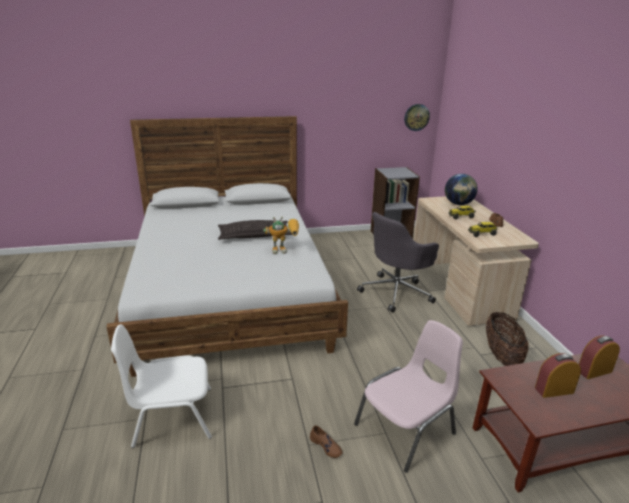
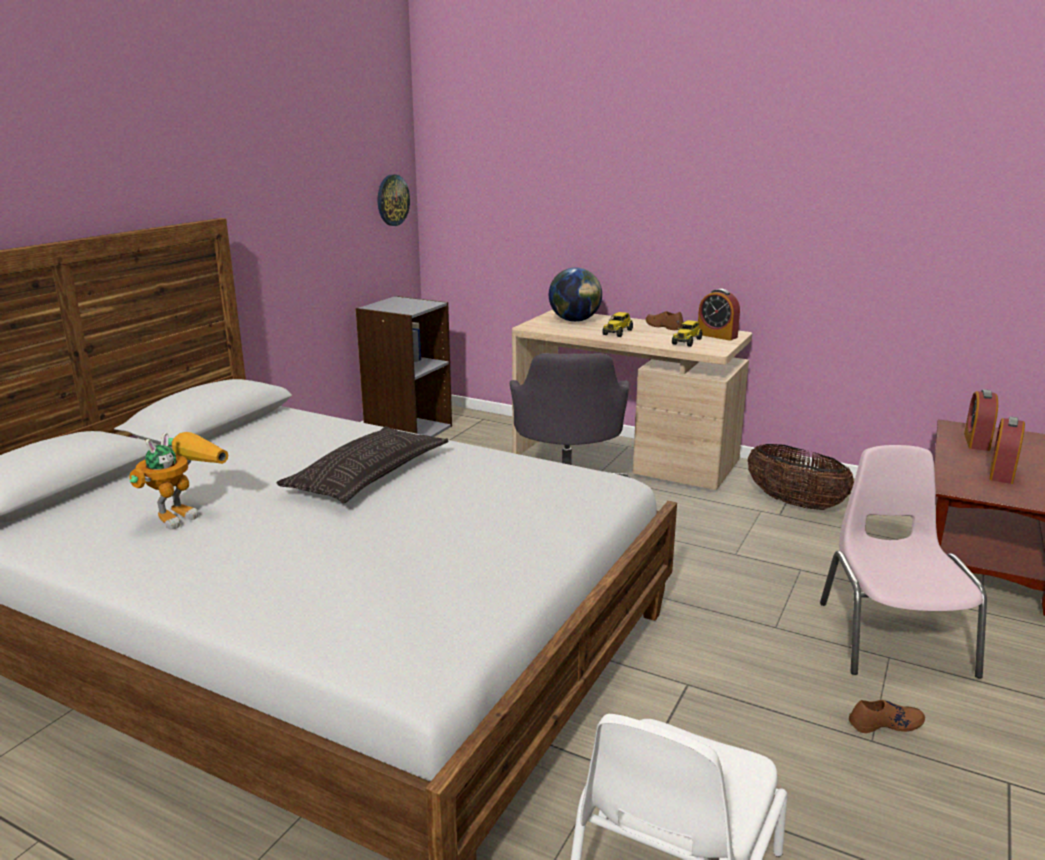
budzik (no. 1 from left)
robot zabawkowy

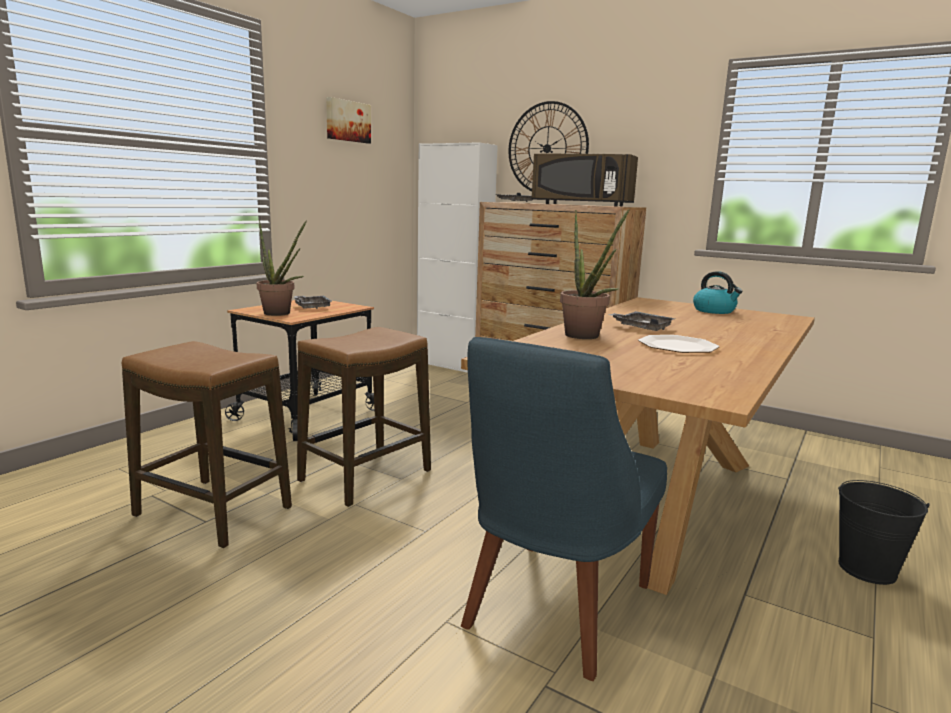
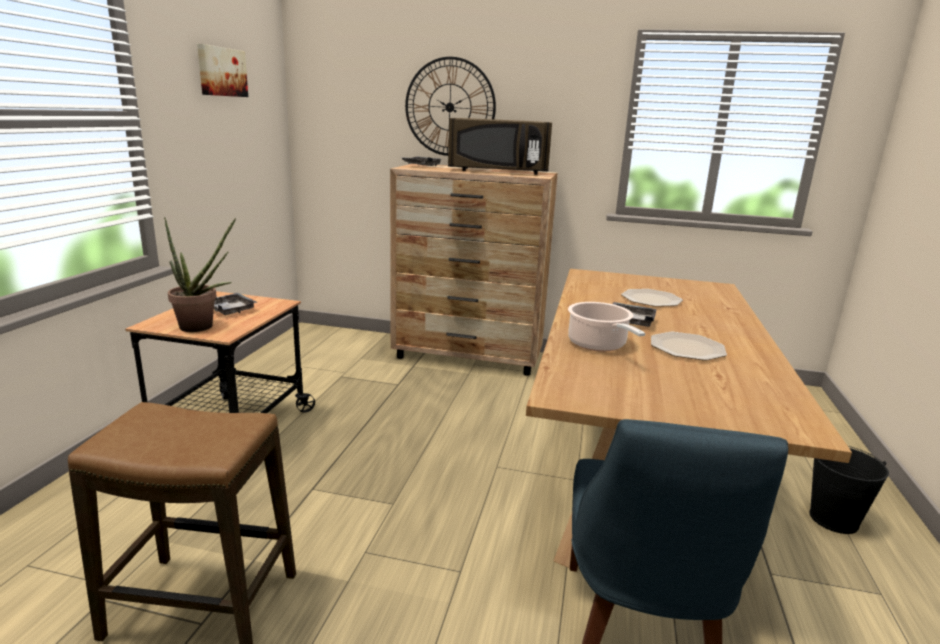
stołek (no. 2 from left in the first image)
szafka (biały)
czajnik
talerz (no. 1 from left)
garnek

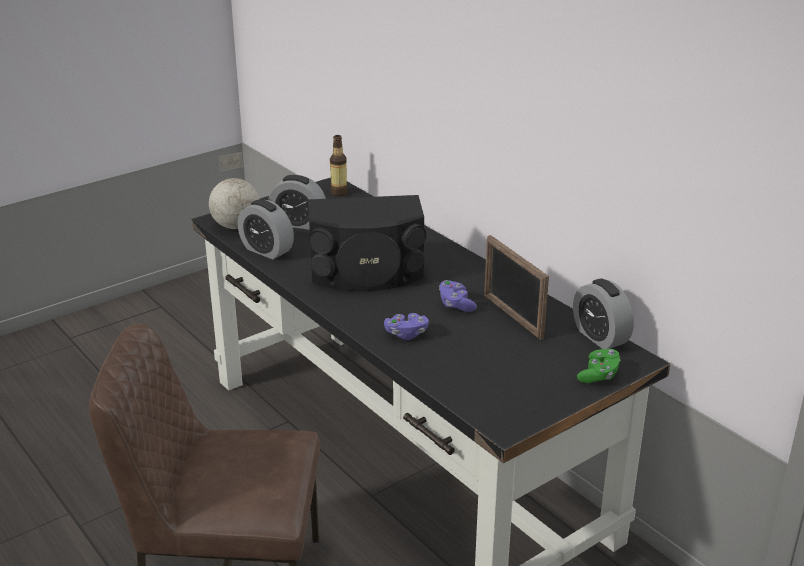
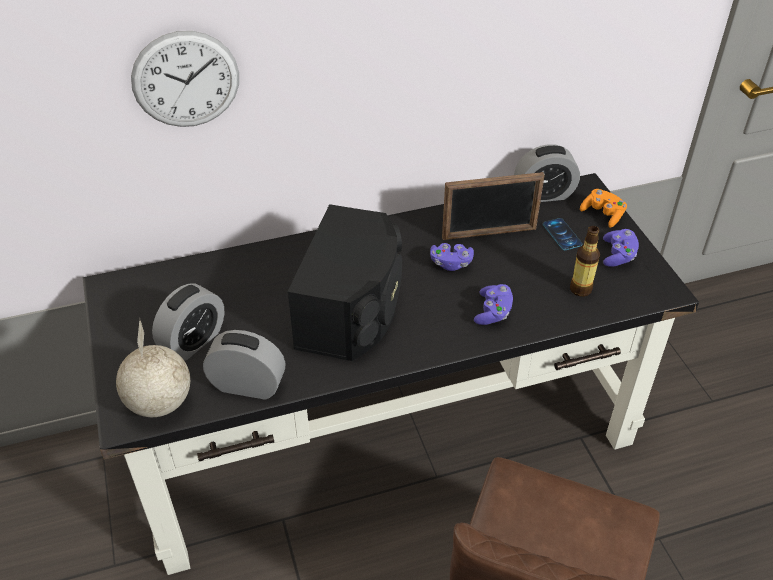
zegar ścienny
telefon
pad do gier (fioletowy) (no. 3 from left)
butelka
pad do gier (pomarańczowy)
budzik (no. 2 from left)

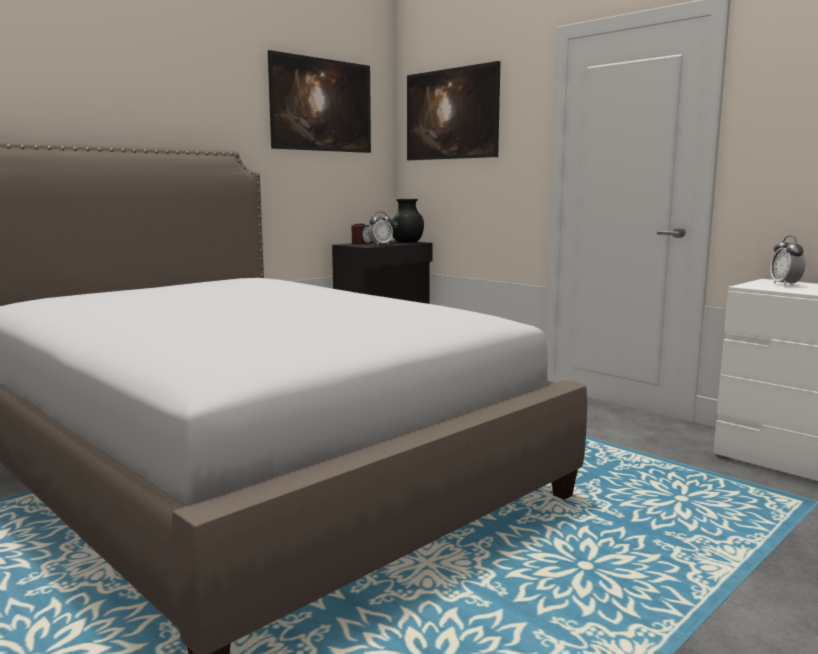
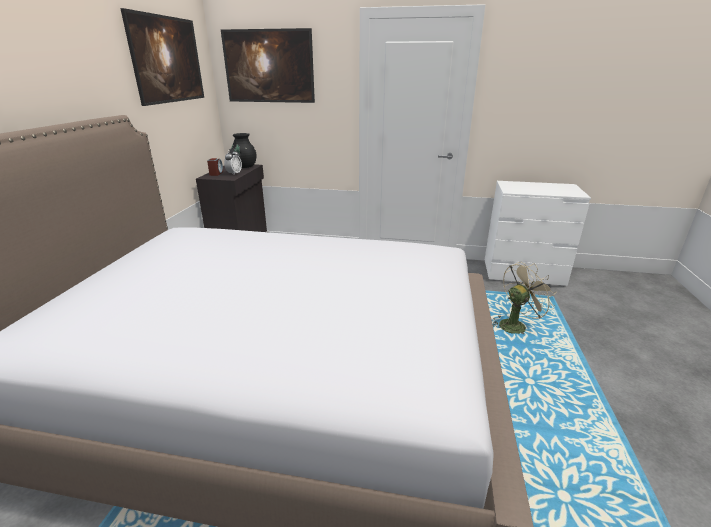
budzik (no. 3 from left in the first image)
wentylator (beżowy)

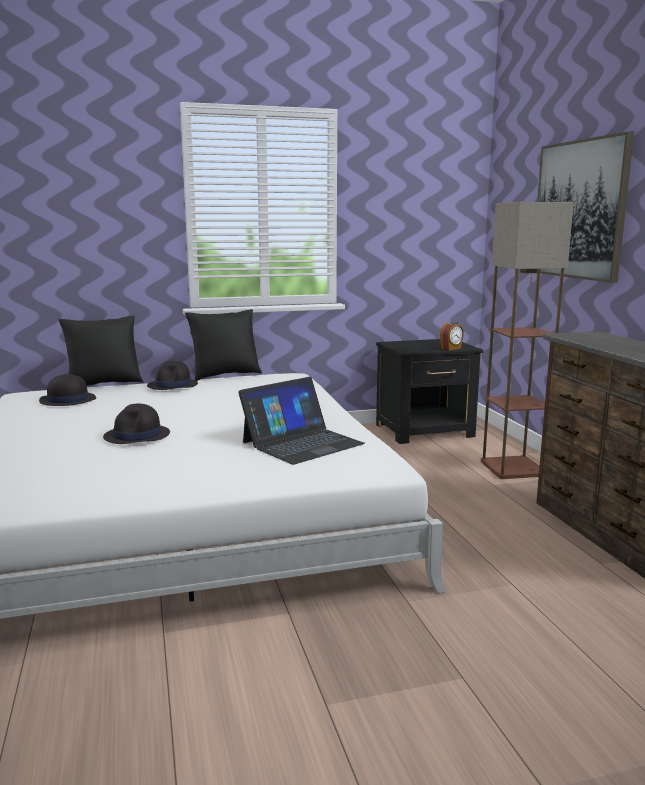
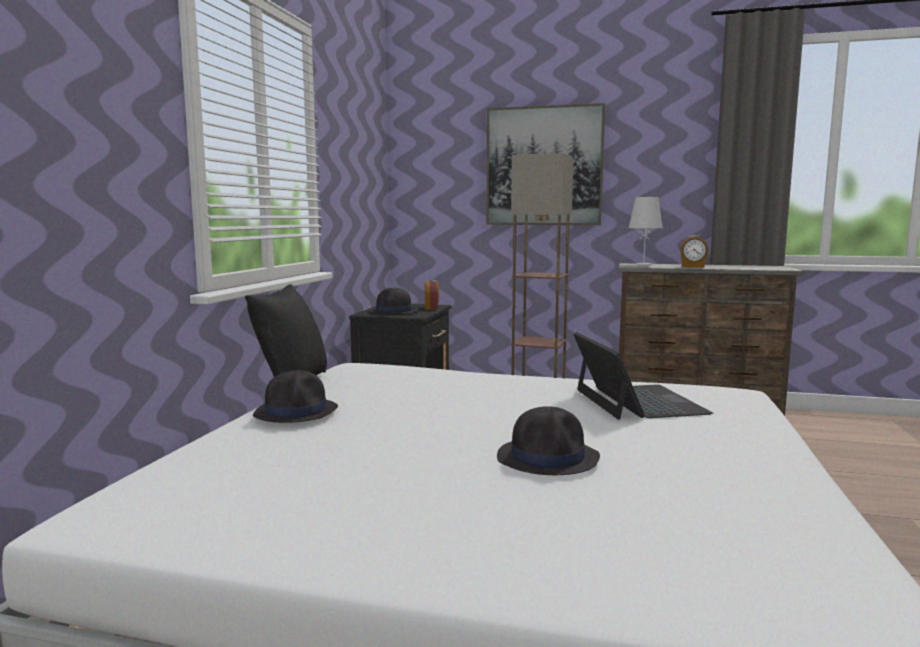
poduszka (czarny) (no. 1 from left in the first image)
lampa stołowa (biały)
budzik (no. 2 from left)
kapelusz (czarny) (no. 2 from left)

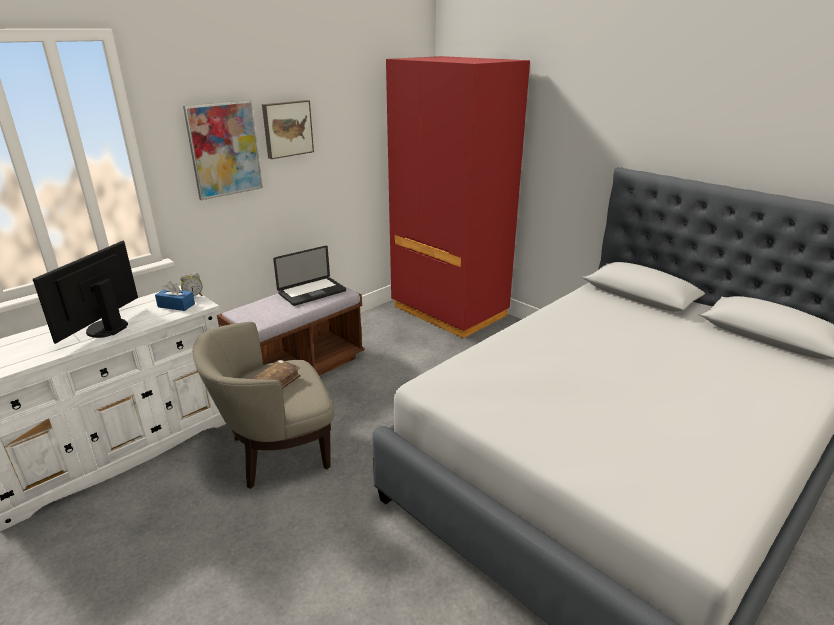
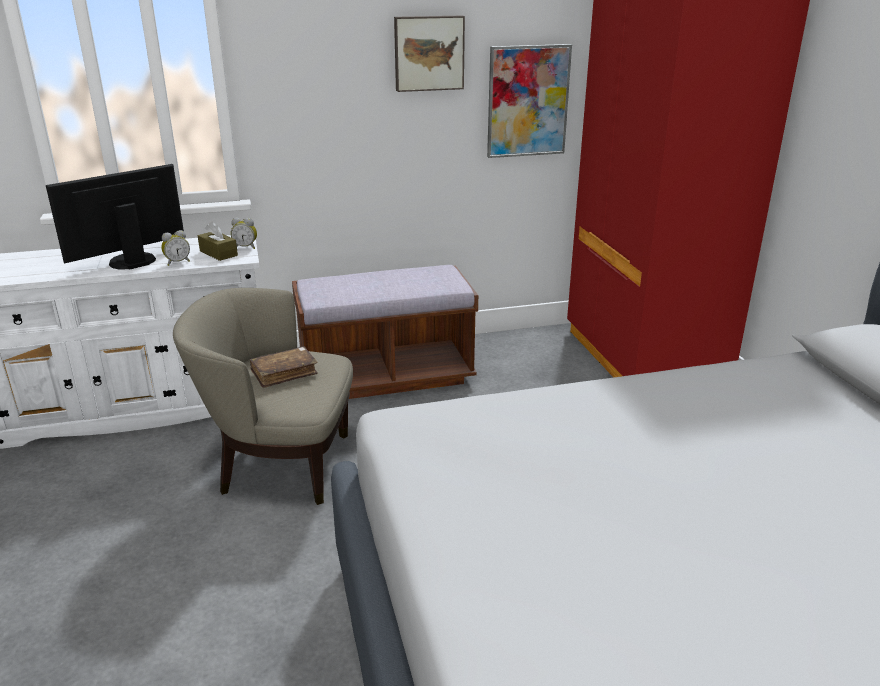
laptop
budzik (no. 1 from left)
obraz (no. 2 from left)
pudełko chusteczek (brązowy)

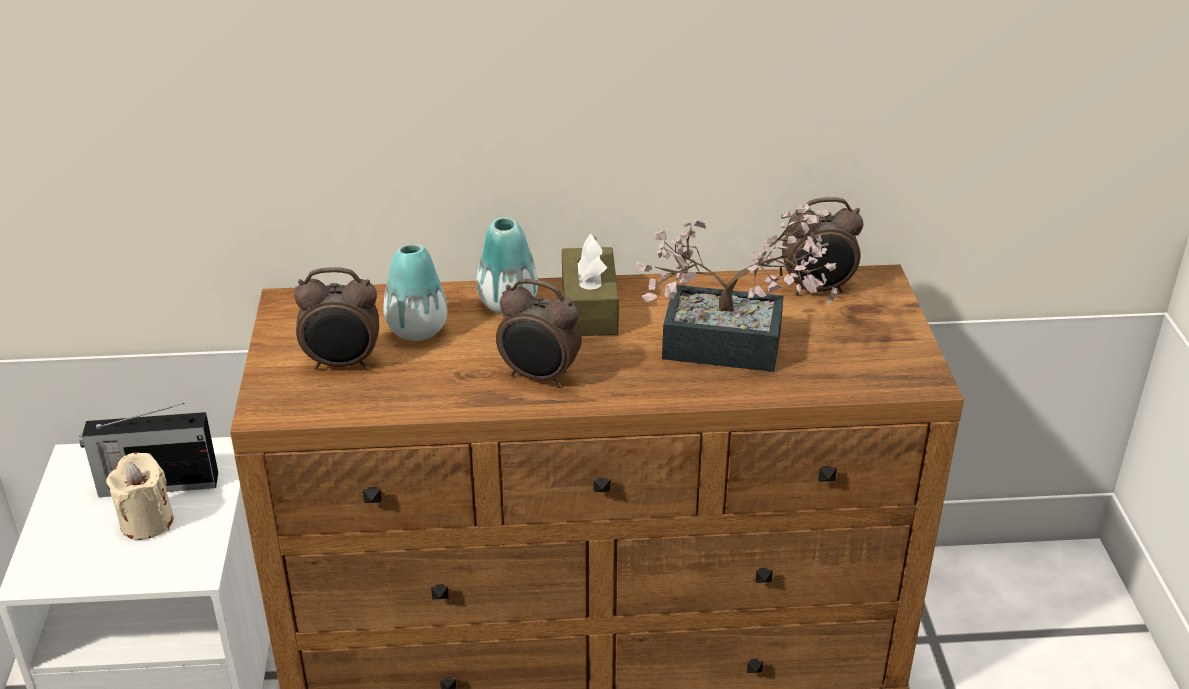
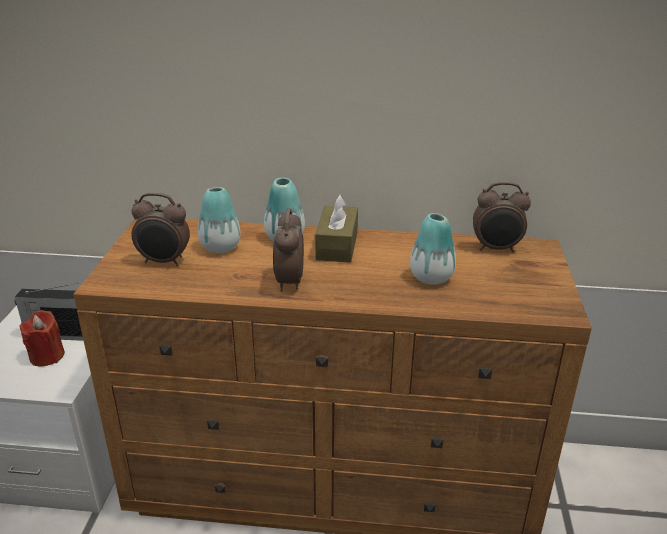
wazon (no. 3 from left)
świeca (czerwony)
budzik (no. 2 from left)

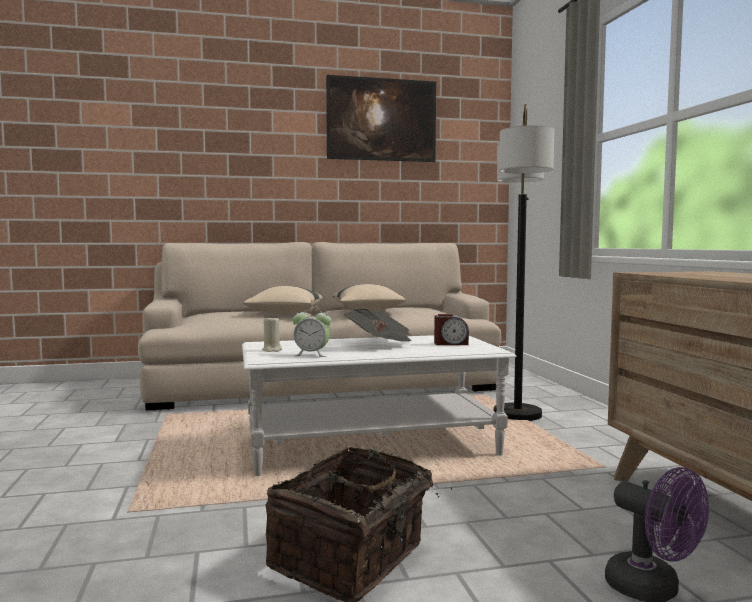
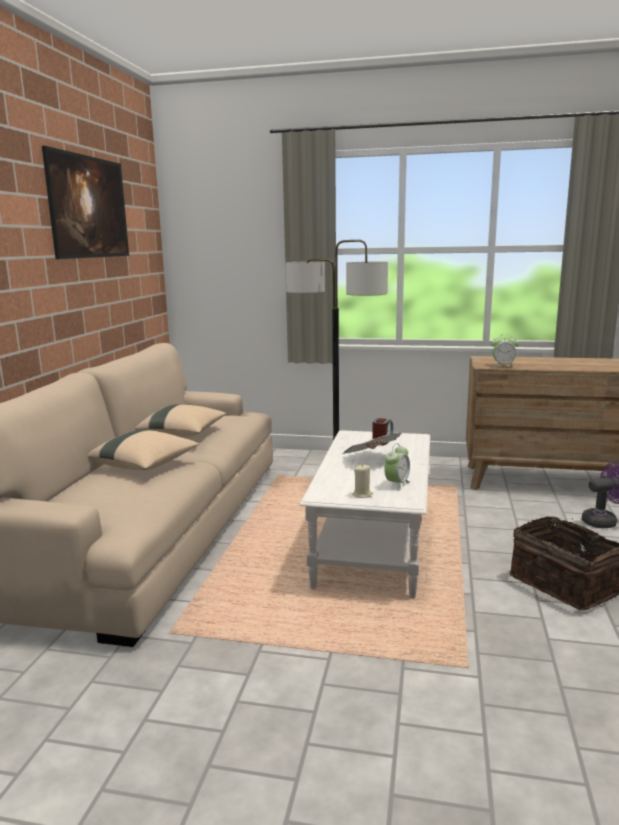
budzik (no. 3 from left)

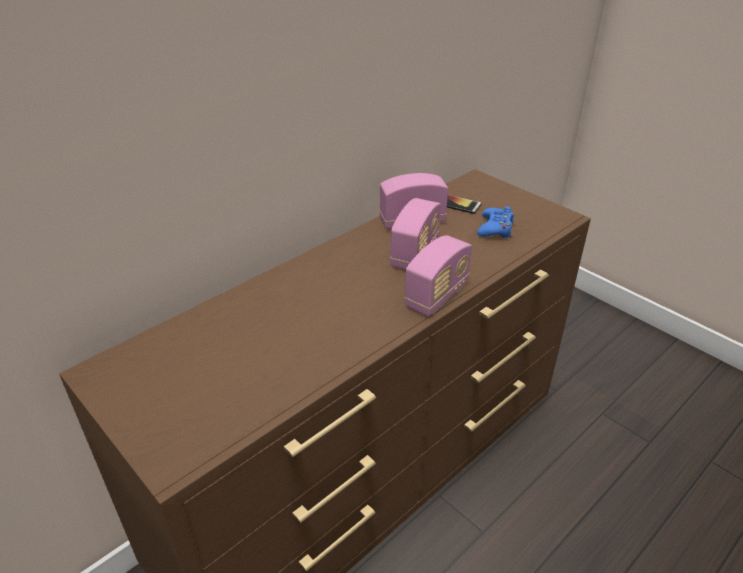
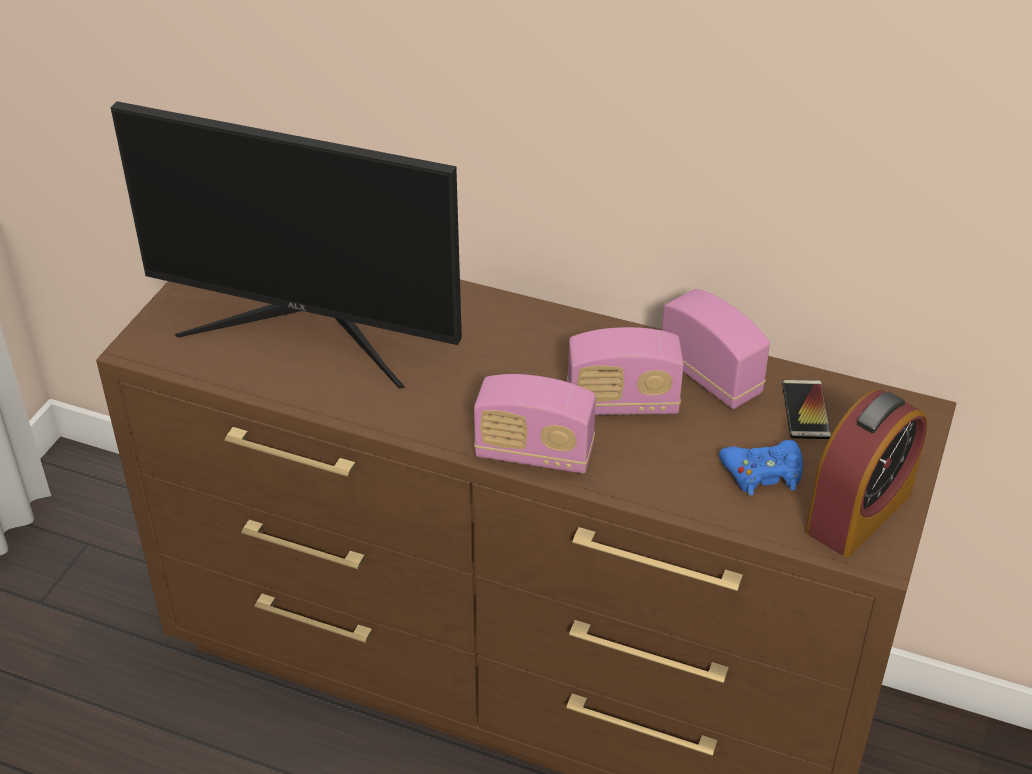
monitor
budzik

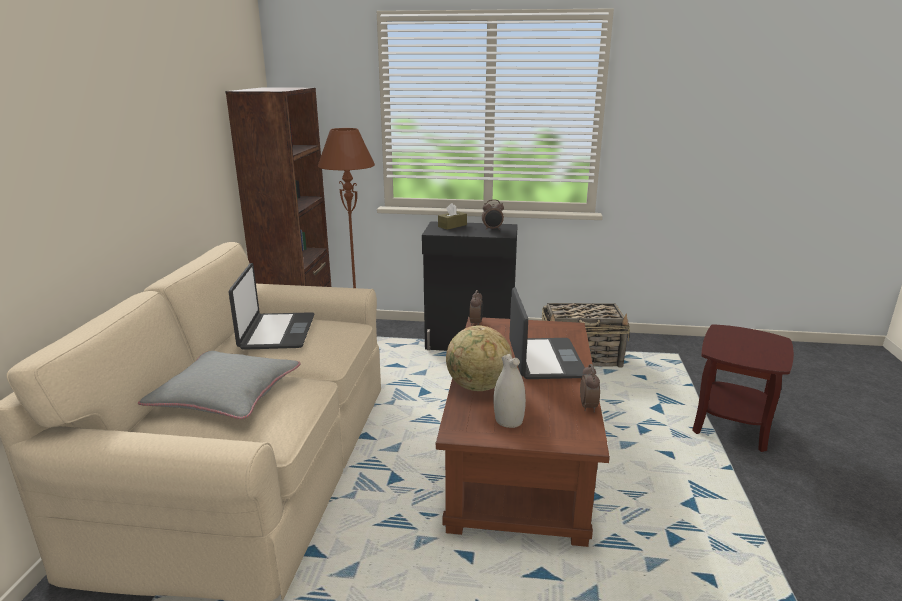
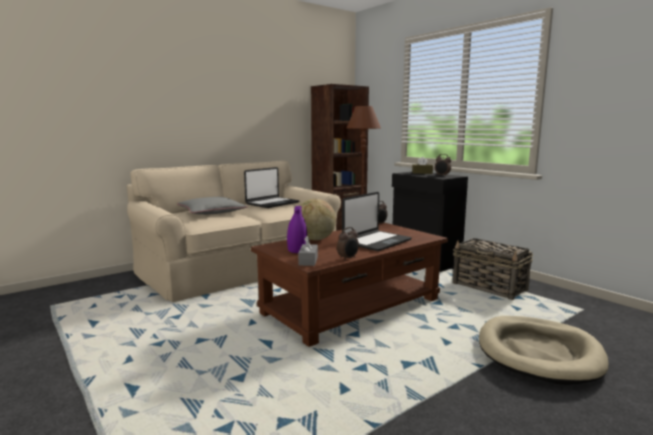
pudełko chusteczek (szary)
legowisko (beżowy)
wazon (fioletowy)

